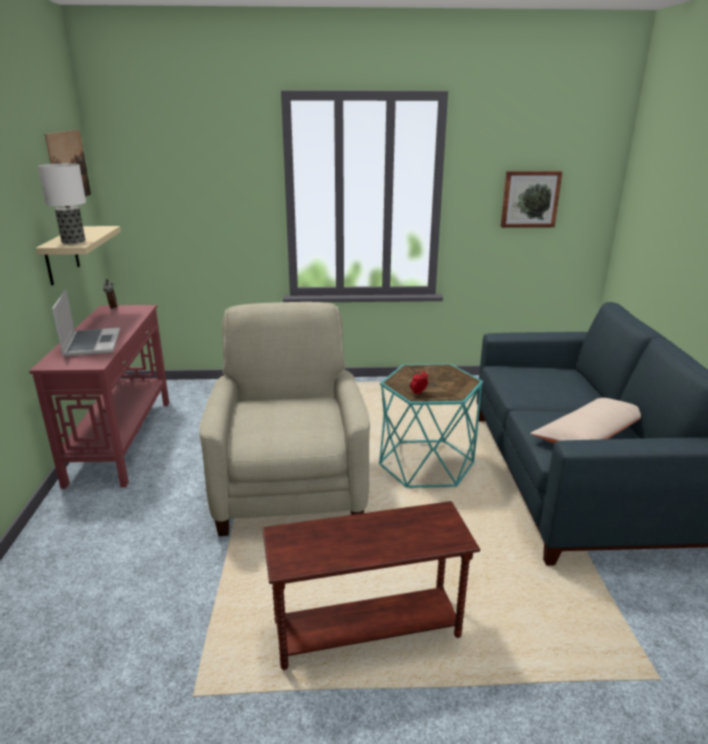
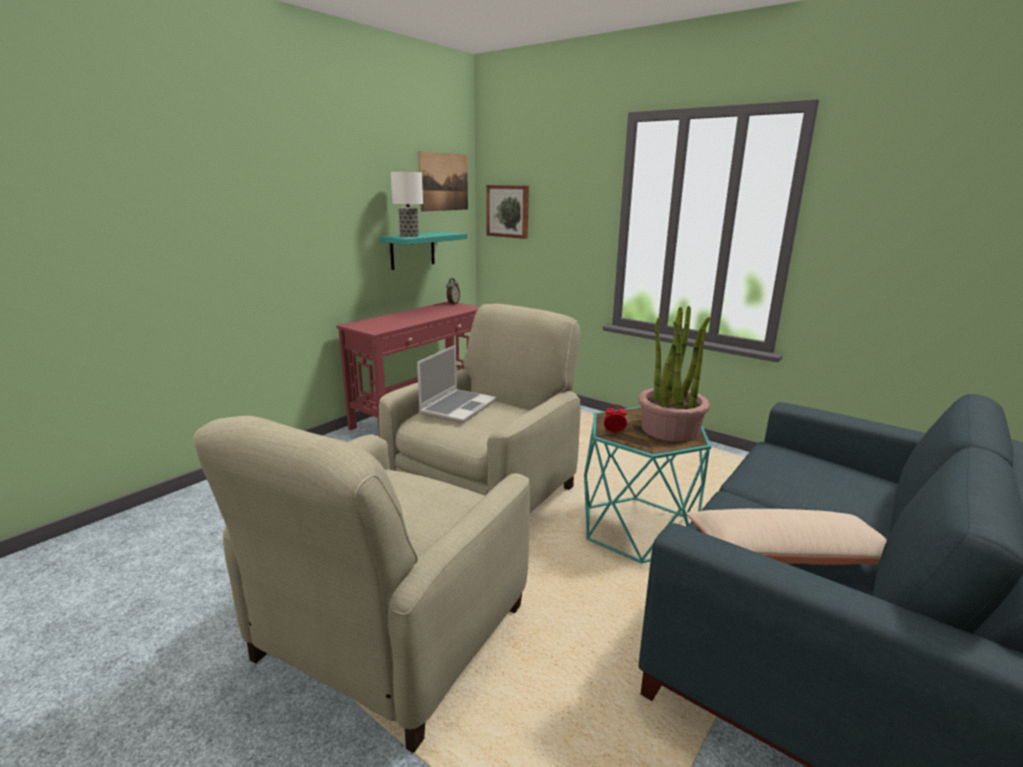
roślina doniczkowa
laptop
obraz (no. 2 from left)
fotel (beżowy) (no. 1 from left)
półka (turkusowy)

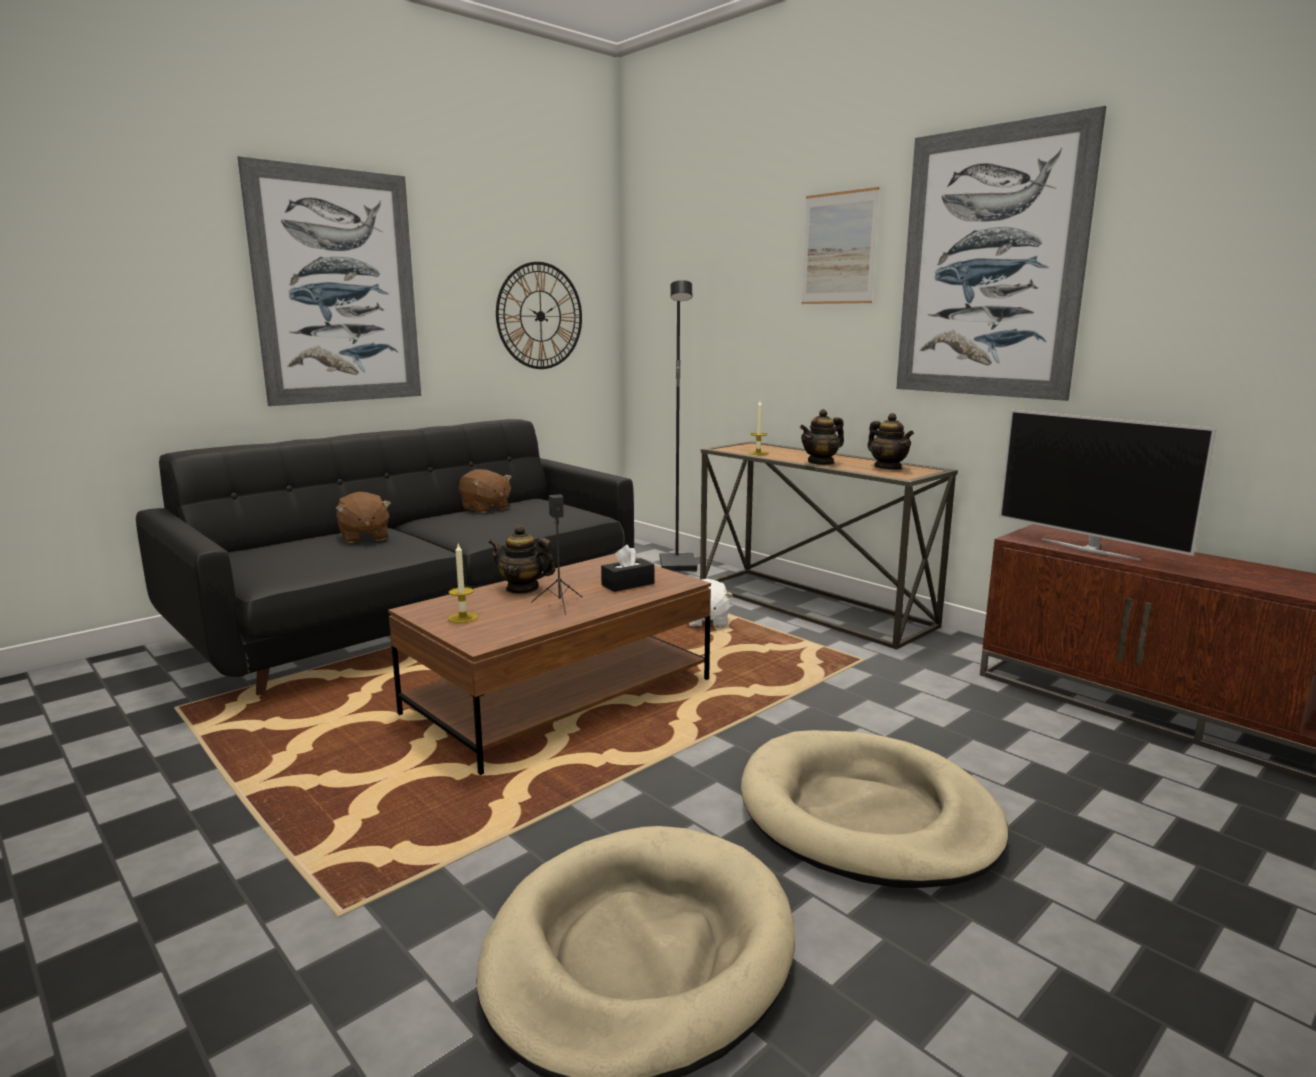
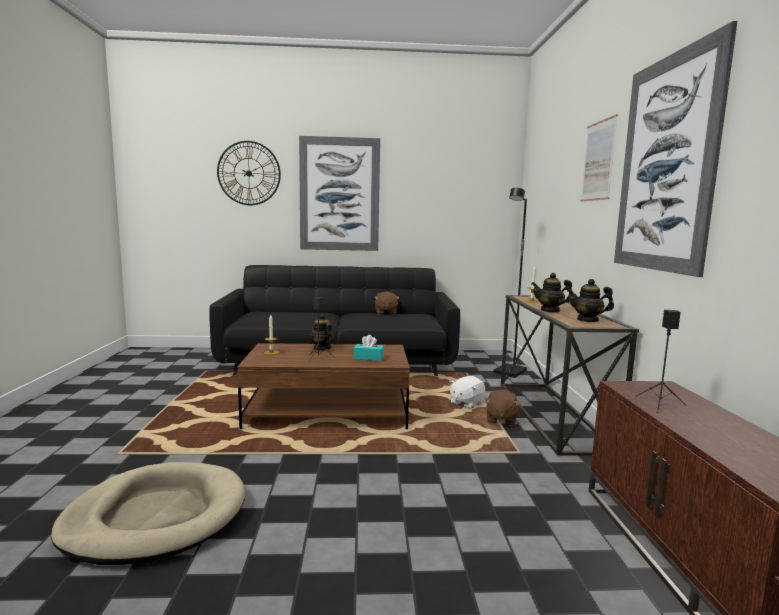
legowisko (beżowy) (no. 2 from left in the first image)
pluszak (brązowy) (no. 2 from left)
zegar ścienny
głośnik (czarny) (no. 2 from left)
pudełko chusteczek (turkusowy)
imbryk (no. 3 from left)

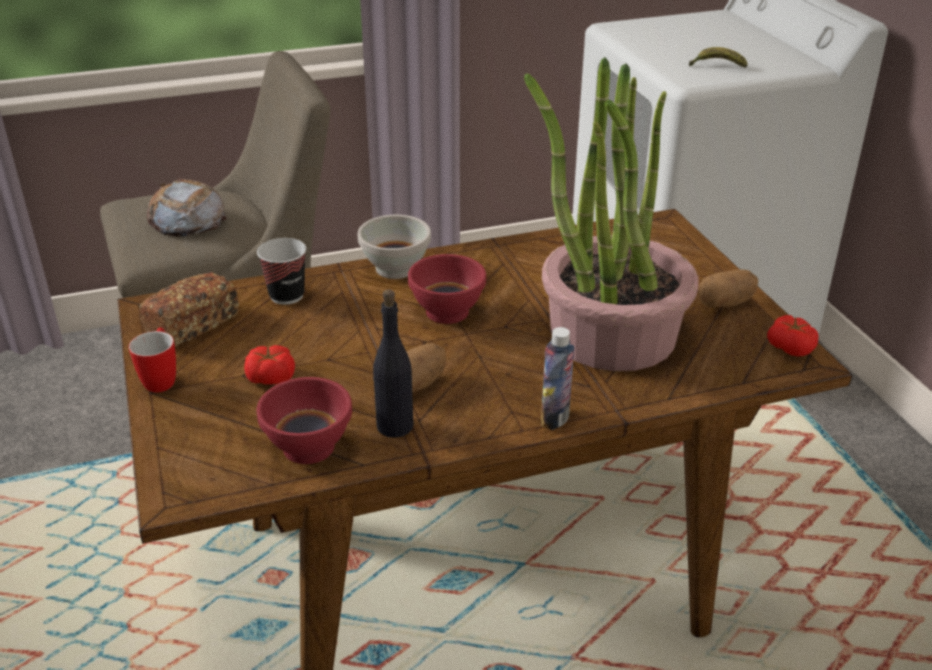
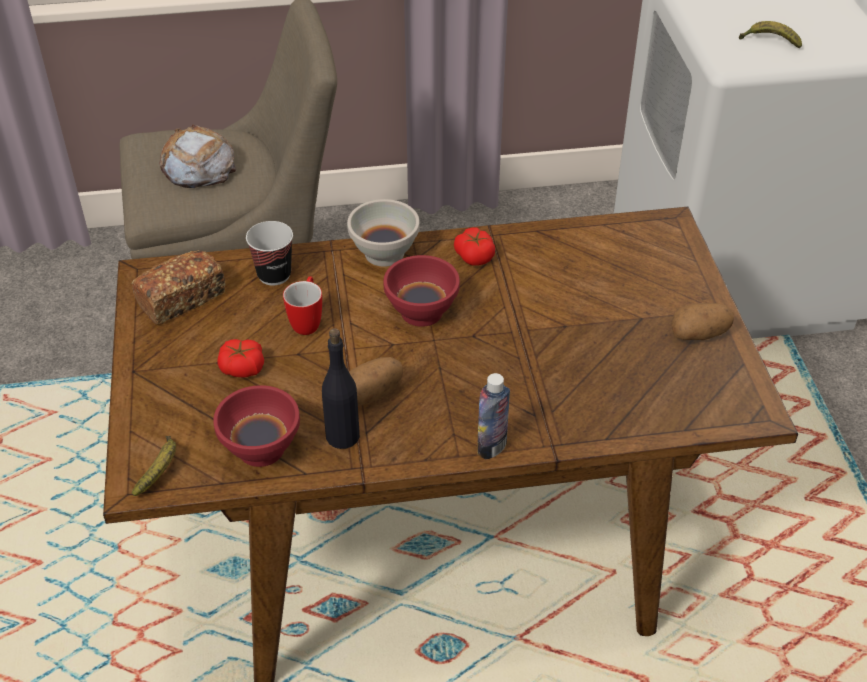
roślina doniczkowa
banan (no. 1 from left)
kubek
pomidor (no. 2 from left)

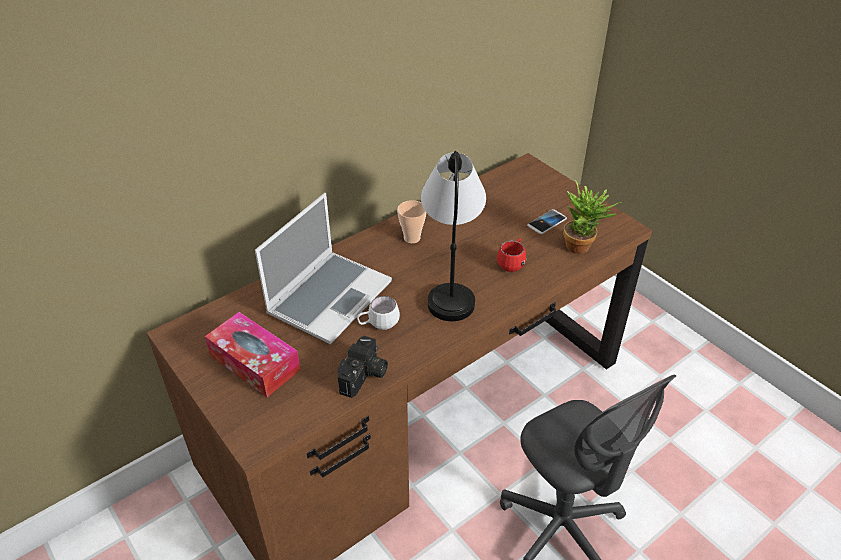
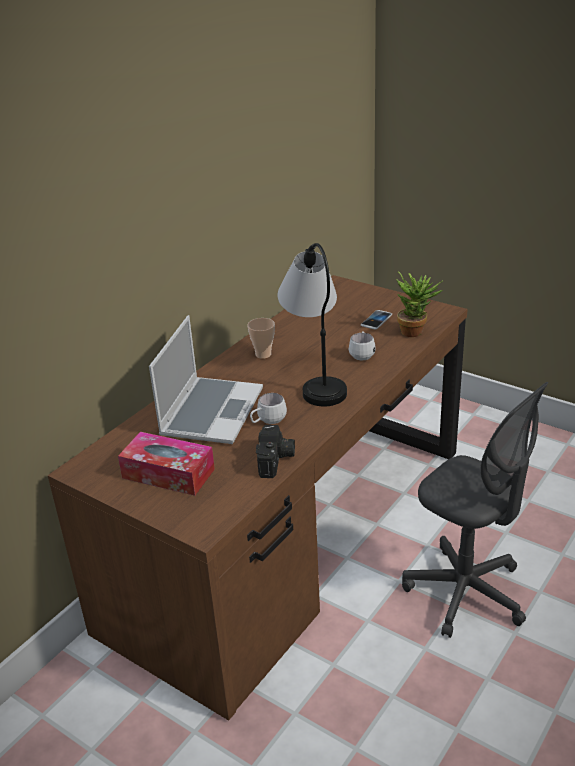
kubek (biały) (no. 2 from left)

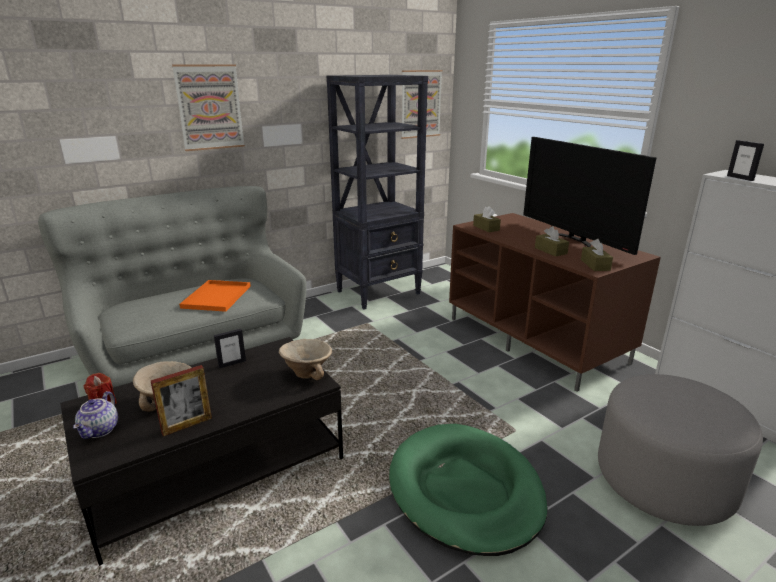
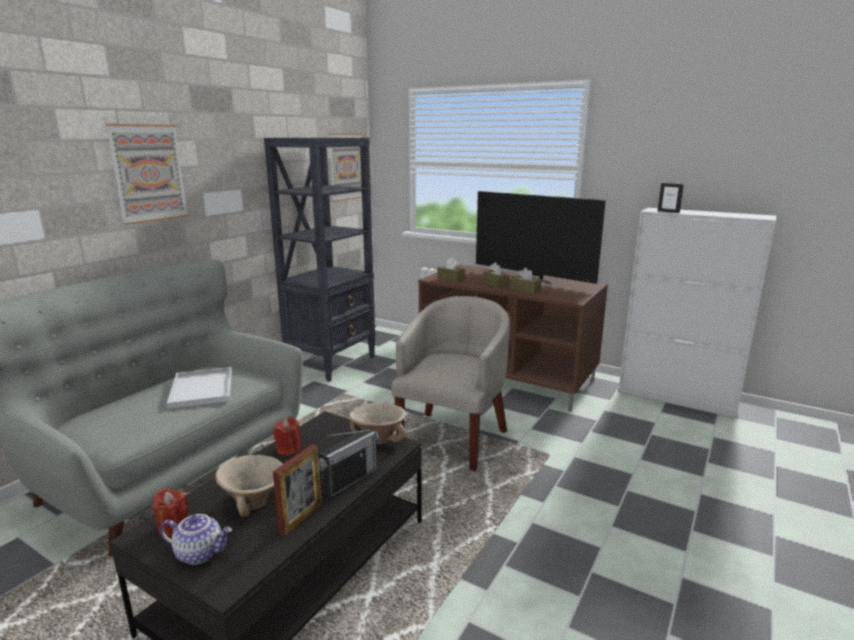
legowisko (zielony)
pufa (szary)
radio
fotel (beżowy)
pudełko chusteczek (brązowy) (no. 2 from left)
świeca (czerwony) (no. 2 from left)
taca (biały)
imbryk

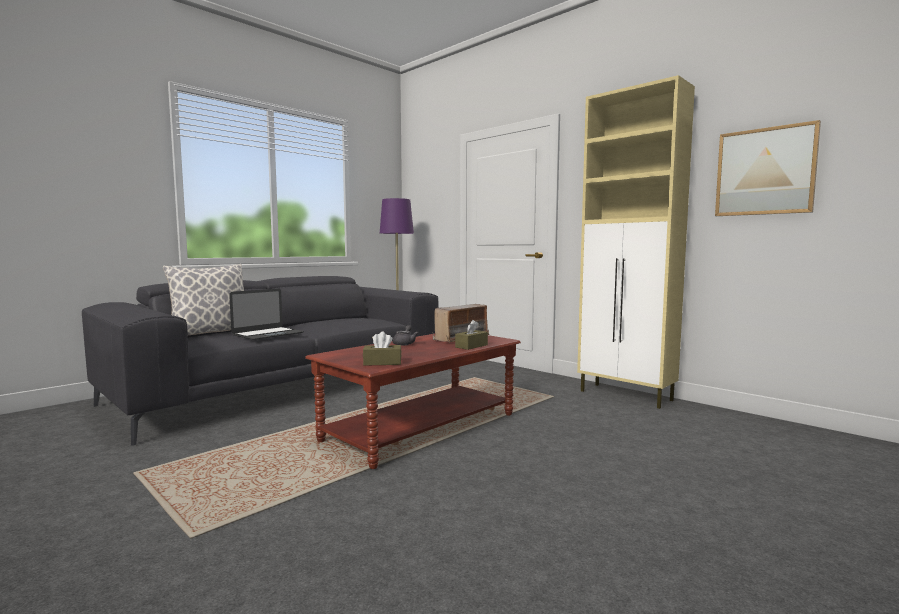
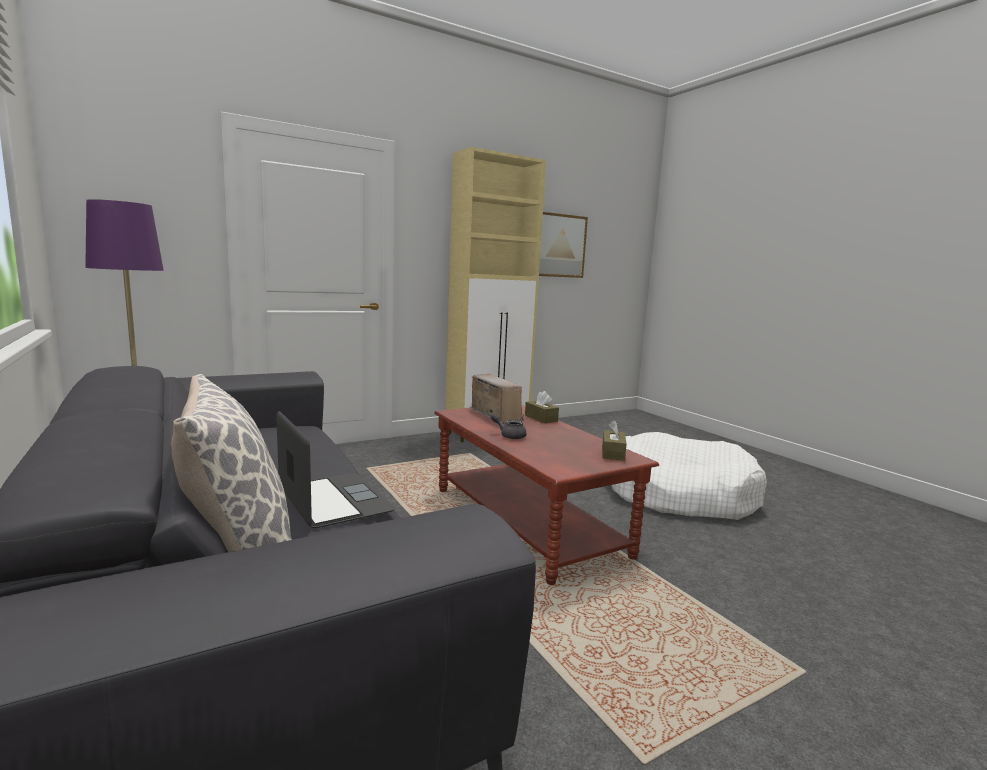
legowisko (biały)

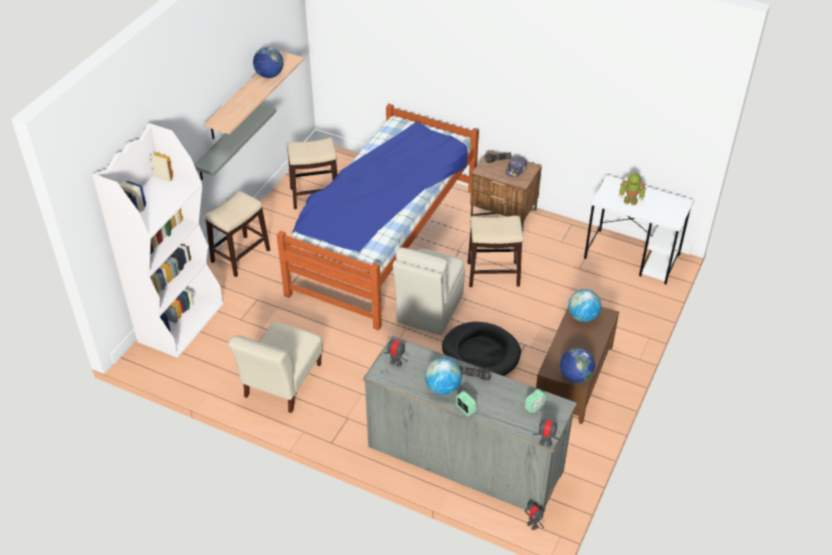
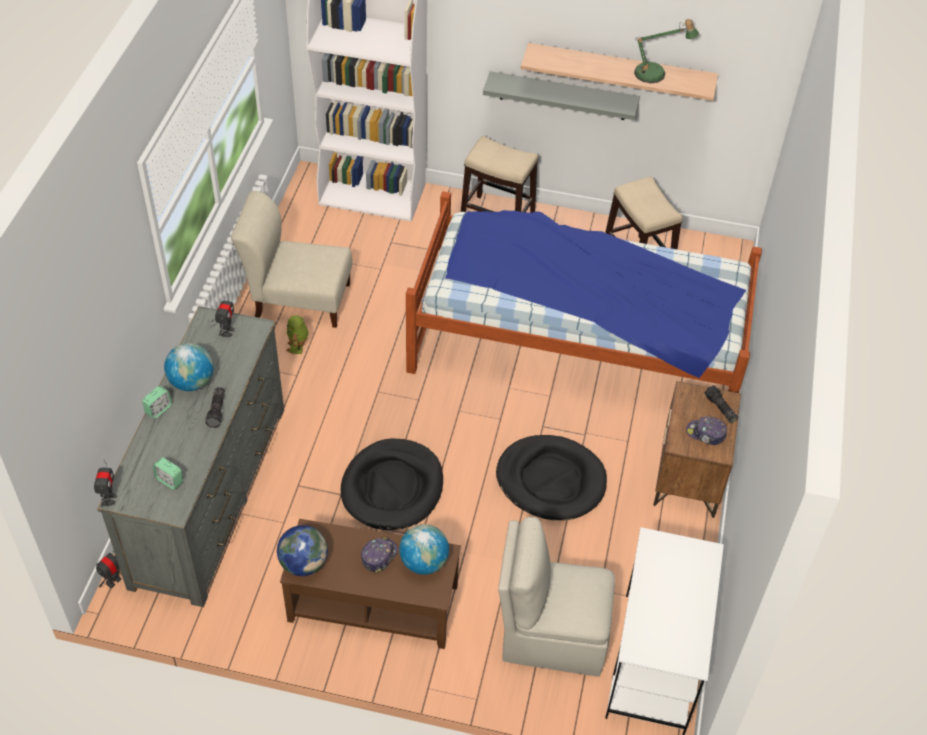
czapka z daszkiem (no. 1 from left)
krzesło (beżowy) (no. 2 from left)
robot zabawkowy (no. 4 from left)
lampa stołowa
legowisko (czarny) (no. 2 from left)

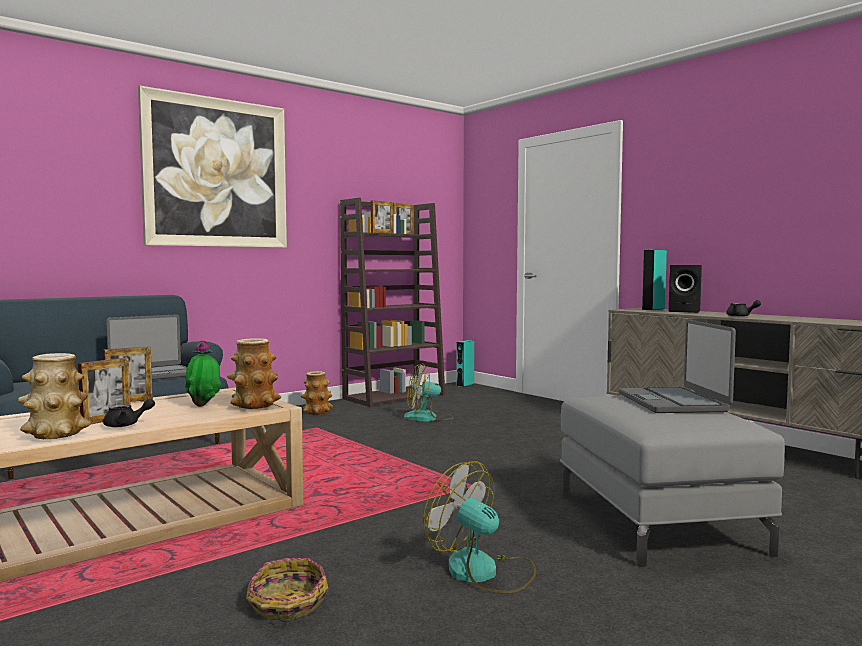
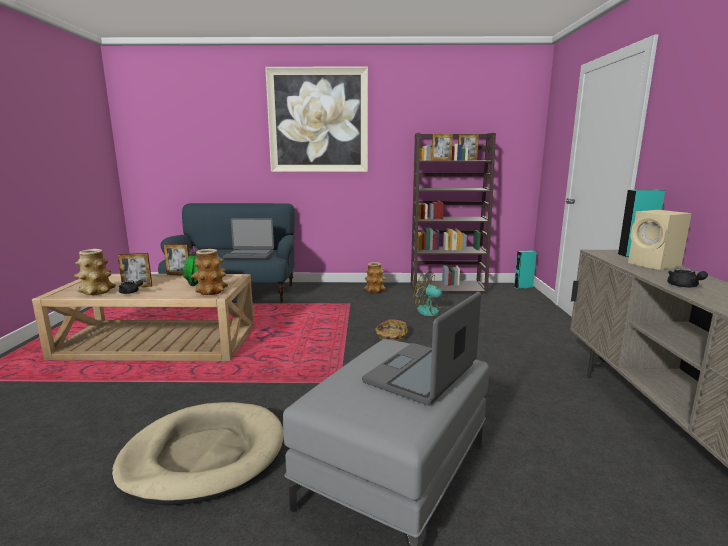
koszyk
legowisko (beżowy)
głośnik (beżowy)

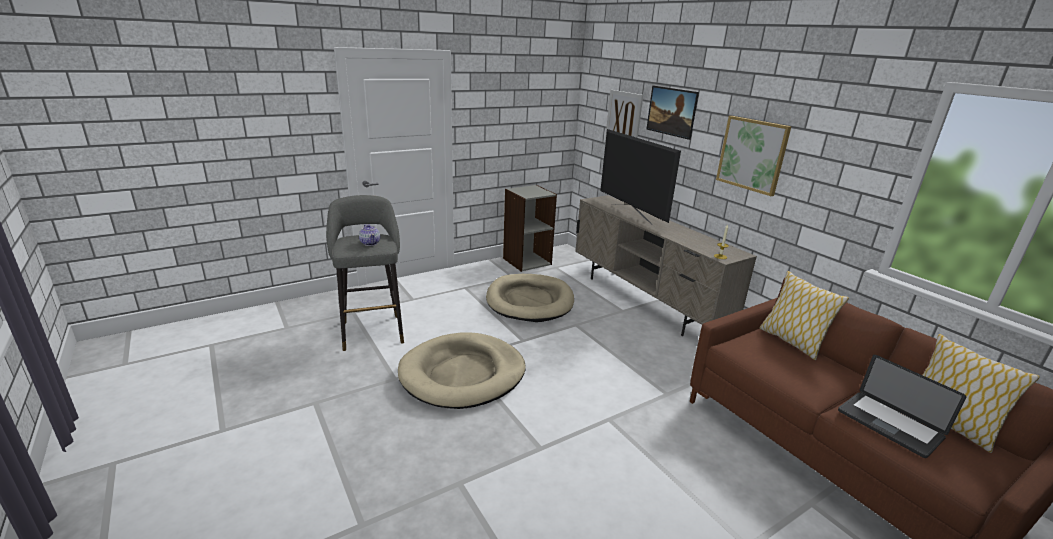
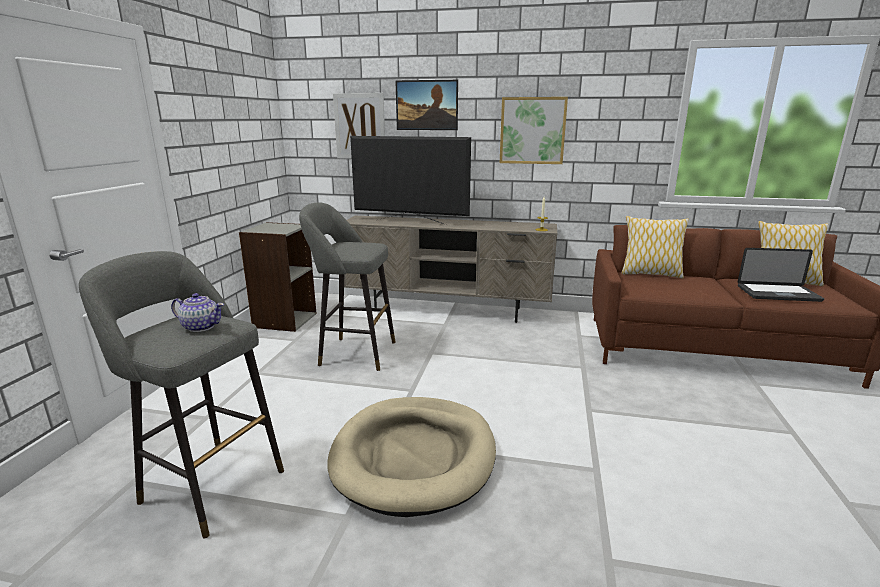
stołek (szary) (no. 2 from left)

